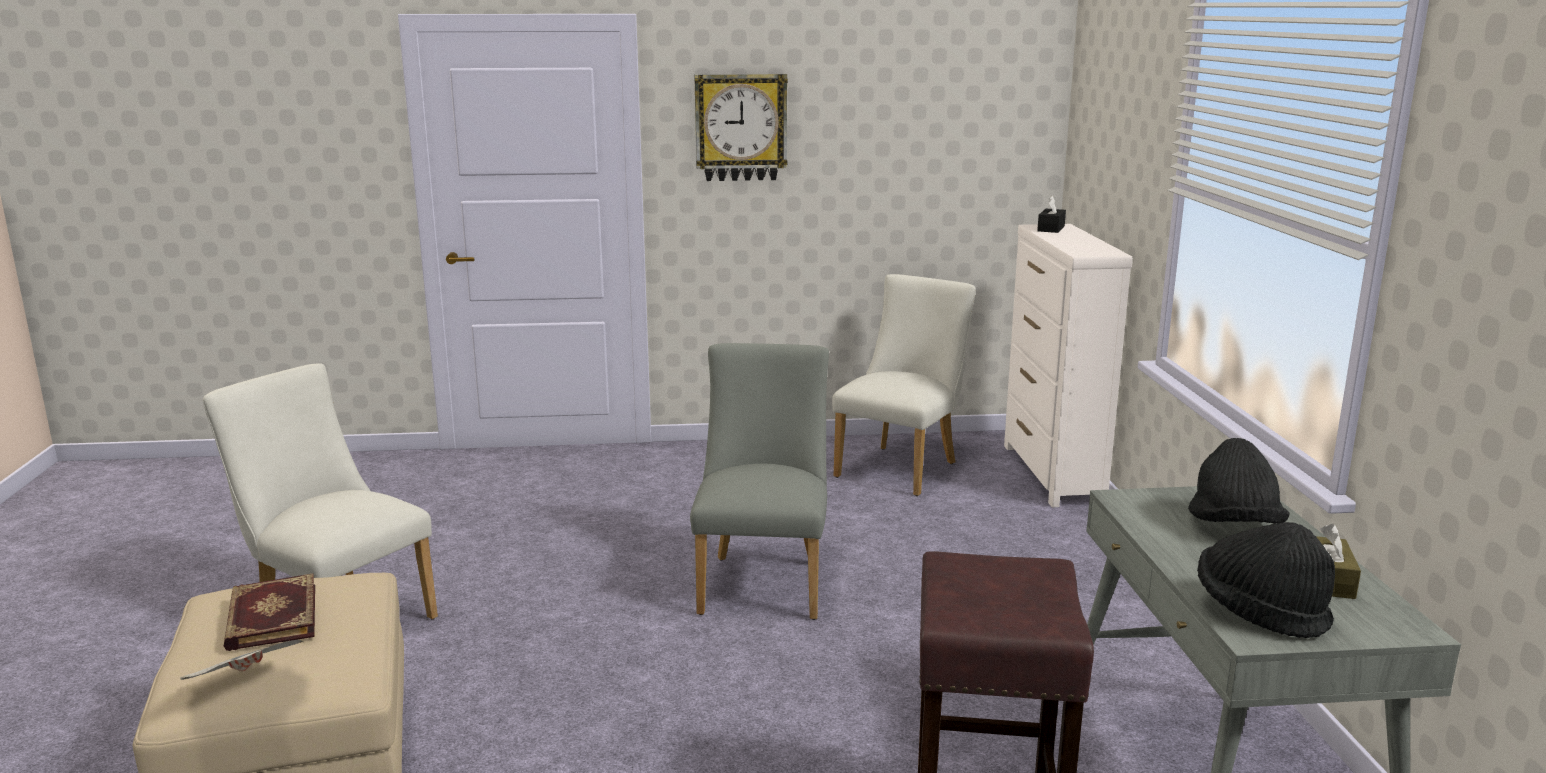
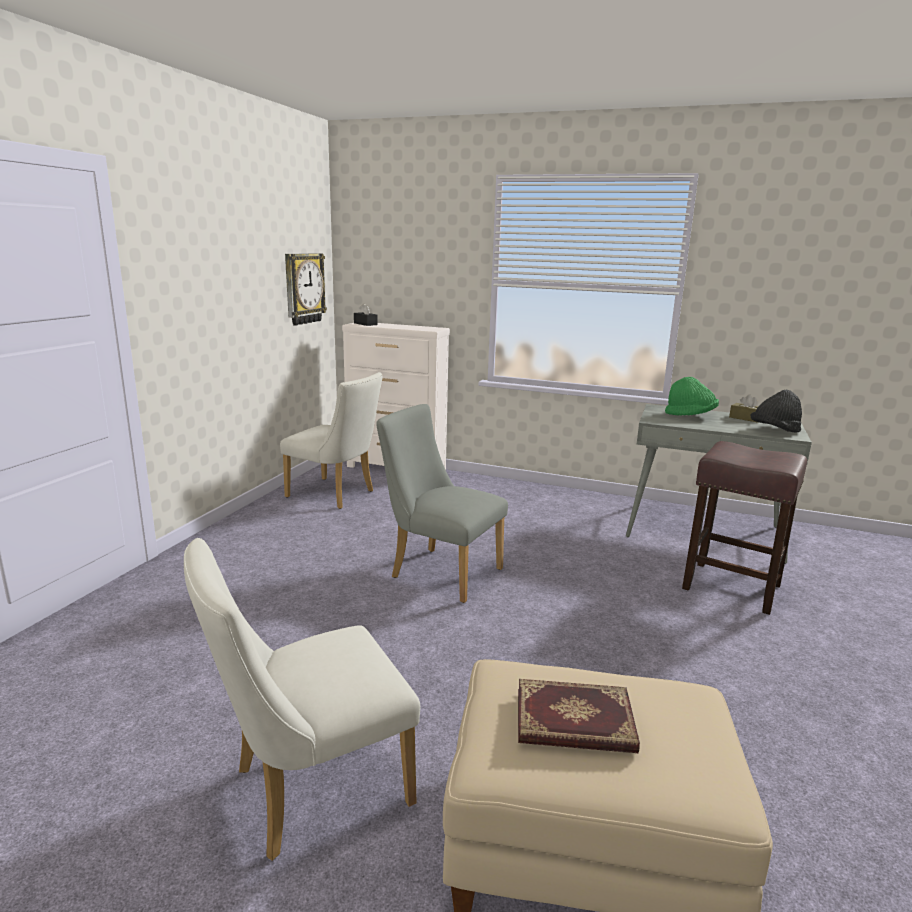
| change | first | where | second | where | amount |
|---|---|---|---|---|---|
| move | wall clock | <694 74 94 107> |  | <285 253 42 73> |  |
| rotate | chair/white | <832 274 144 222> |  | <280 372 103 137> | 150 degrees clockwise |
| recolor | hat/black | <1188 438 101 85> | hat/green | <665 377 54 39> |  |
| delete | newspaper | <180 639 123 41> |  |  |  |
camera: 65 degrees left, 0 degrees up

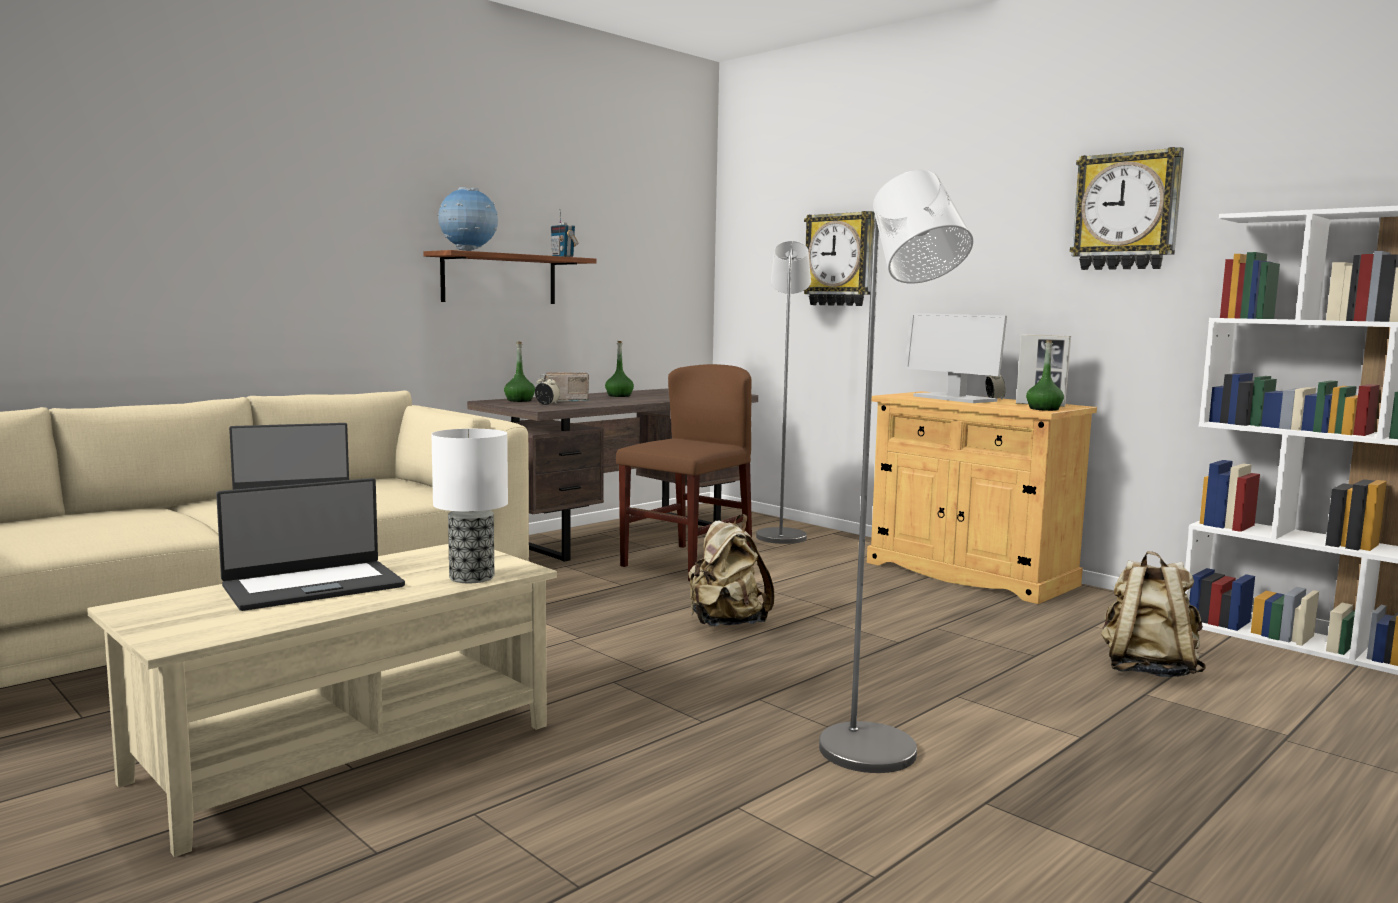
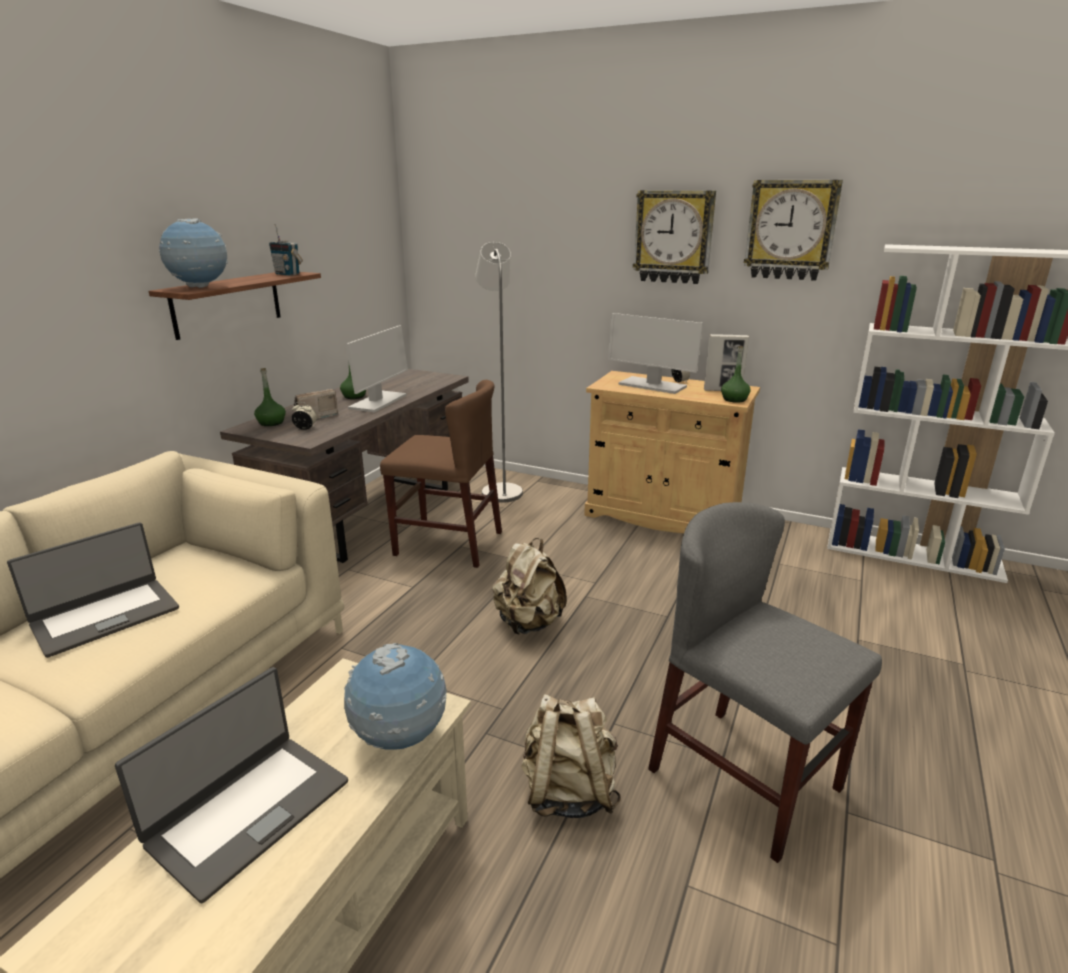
| change | first | where | second | where | amount |
|---|---|---|---|---|---|
| replace | floor lamp/grey | <819 170 154 603> | chair/grey | <648 502 234 361> |  |
| move | wall clock | <804 211 71 95> |  | <633 190 83 94> |  |
| rotate | chair/brown | <616 364 136 217> |  | <380 380 122 188> | 90 degrees clockwise |
| replace | table lamp | <431 429 77 154> | globe | <344 643 102 106> |  |
| move | backpack/beige | <1101 551 105 126> |  | <521 694 100 124> |  |
| insert |  |  | monitor | <346 325 62 87> |  |
camera: 20 degrees left, 15 degrees up

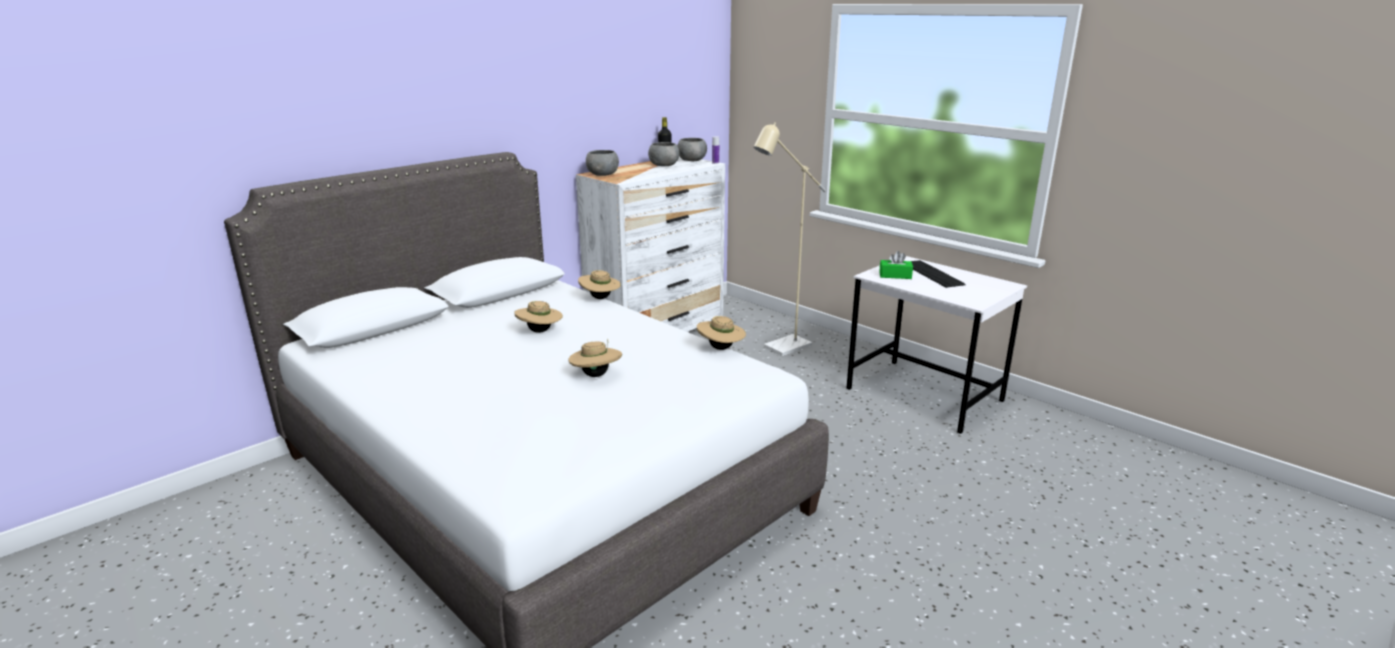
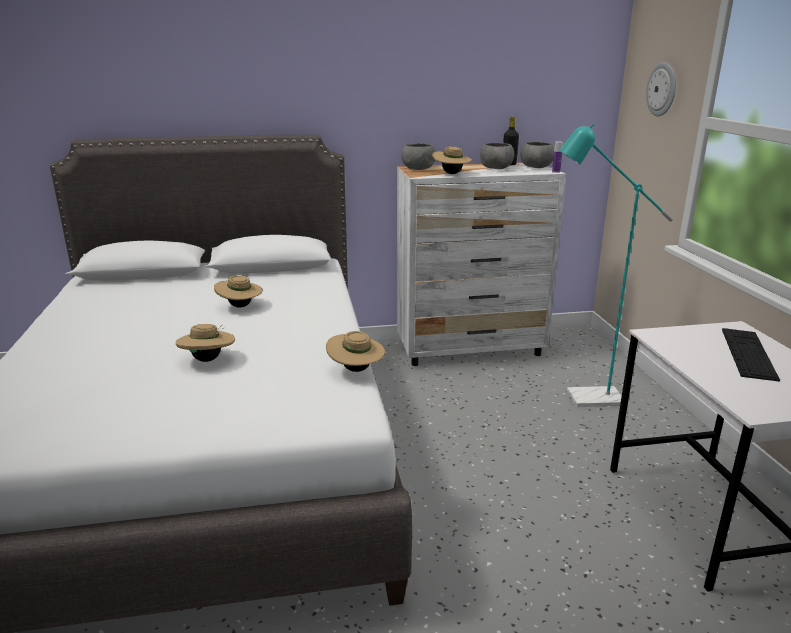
| change | first | where | second | where | amount |
|---|---|---|---|---|---|
| recolor | floor lamp/beige | <753 122 73 234> | floor lamp/turquoise | <560 124 113 283> |  |
| delete | tissue box/green | <879 251 34 28> |  |  |  |
| move | hat/beige | <578 270 43 29> |  | <432 146 40 28> |  |
| insert |  |  | wall clock | <646 62 30 54> |  |
camera: 35 degrees right, 0 degrees up

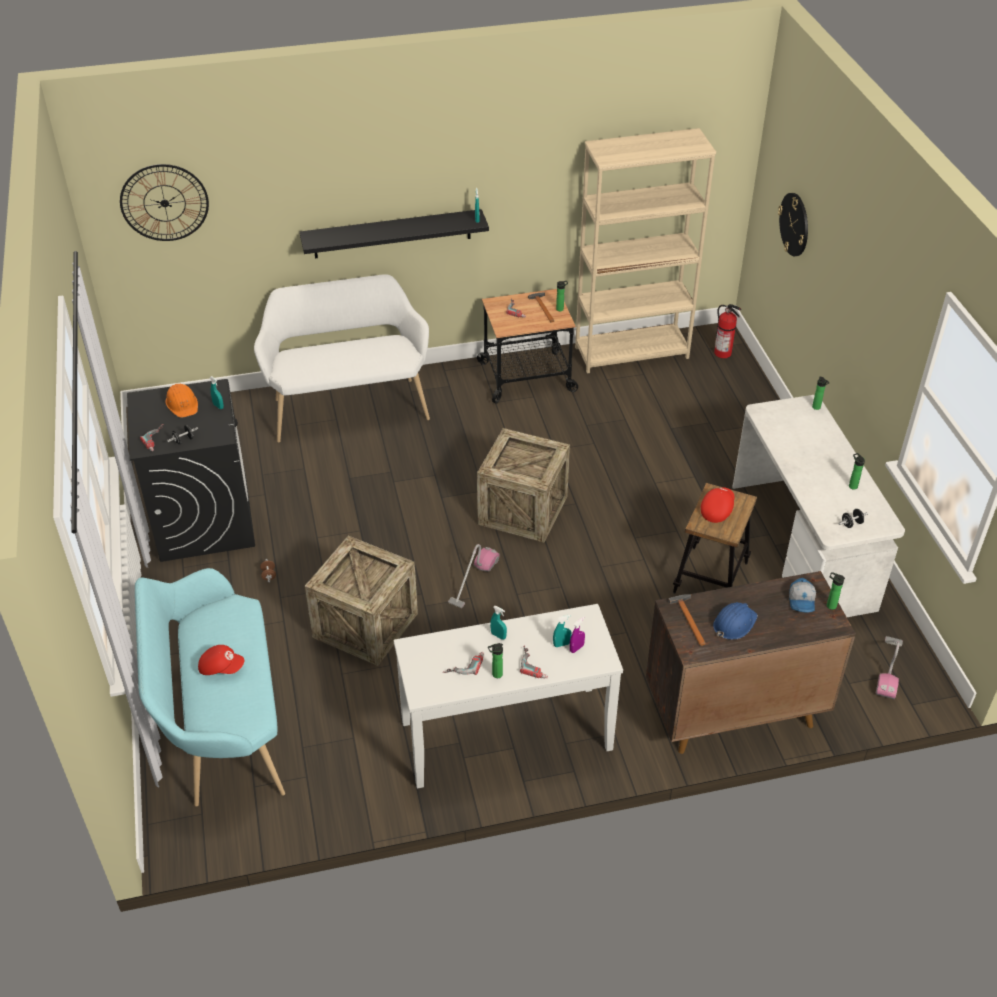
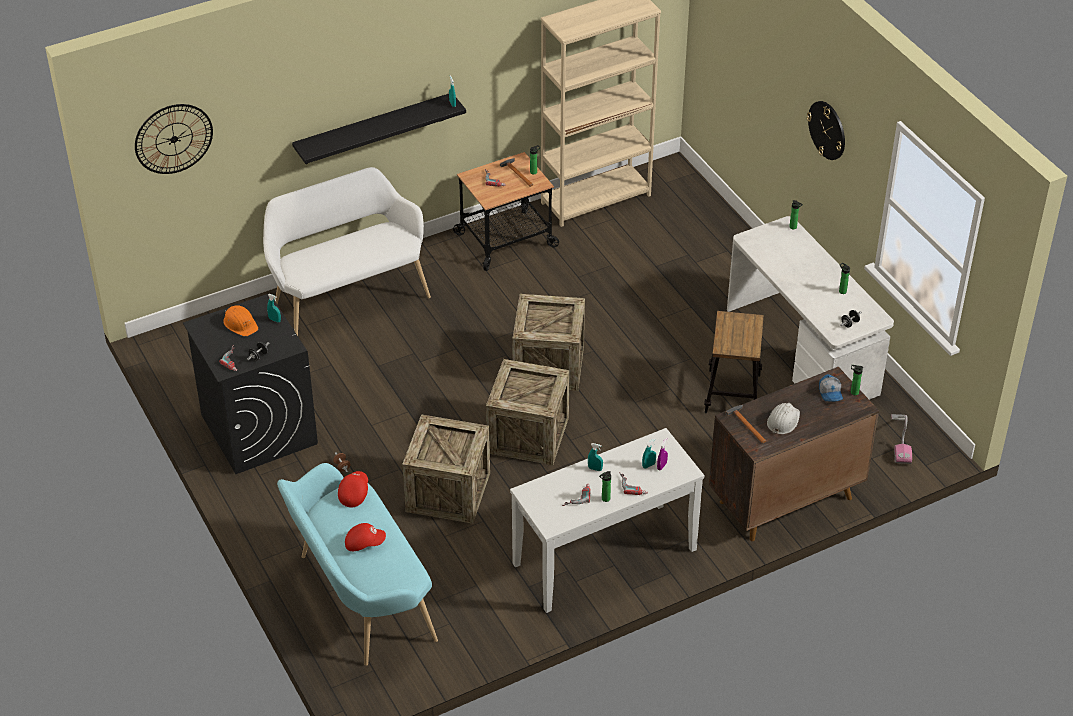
| change | first | where | second | where | amount |
|---|---|---|---|---|---|
| move | wall clock | <778 193 30 63> |  | <807 101 38 59> |  |
| delete | fire extinguisher | <714 304 27 54> |  |  |  |
| move | cap/red | <700 487 35 36> |  | <338 471 30 36> |  |
| replace | vacuum cleaner | <448 544 52 64> | crate | <486 359 84 106> |  |
| recolor | hard hat/blue | <713 602 45 38> | hard hat/white | <767 403 33 31> |  |
camera: 15 degrees left, 0 degrees up

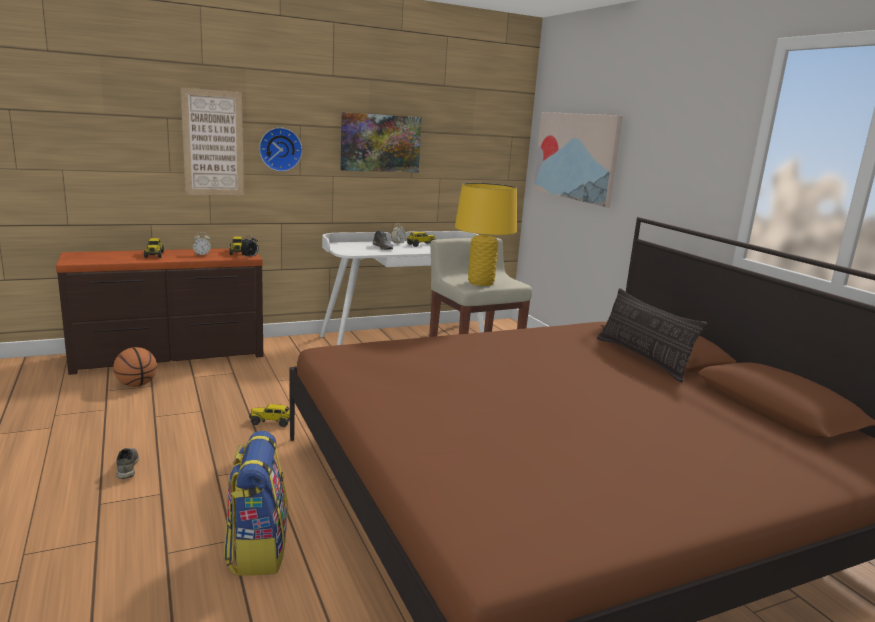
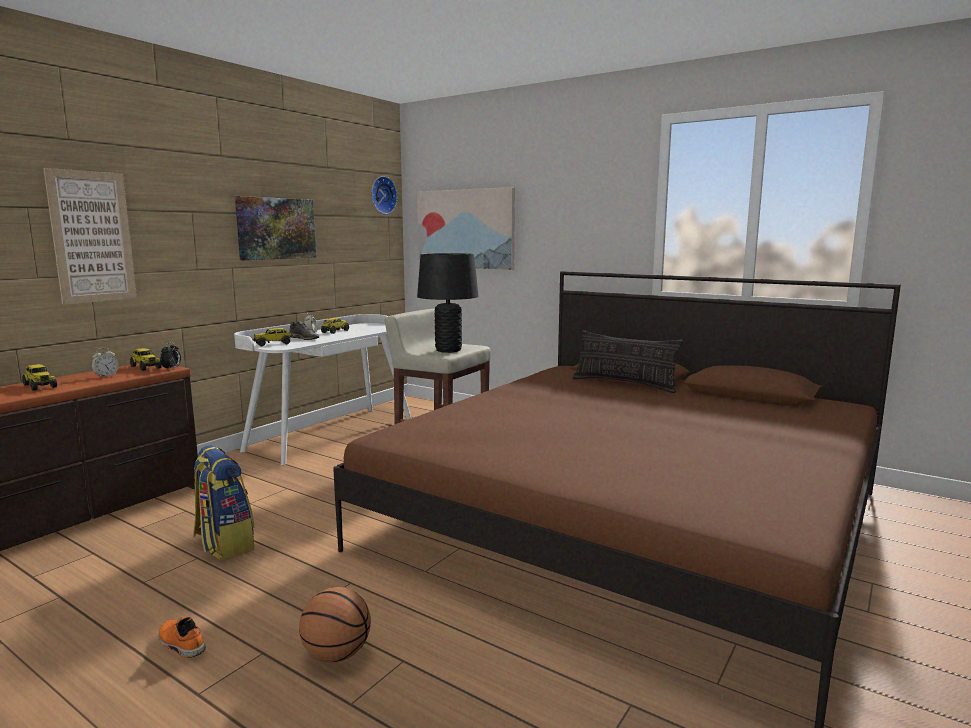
| change | first | where | second | where | amount |
|---|---|---|---|---|---|
| move | wall clock | <259 127 43 45> |  | <371 176 26 38> |  |
| recolor | table lamp/yellow | <455 183 62 103> | table lamp/black | <417 253 62 100> |  |
| move | basketball | <113 347 44 40> |  | <299 587 72 76> |  |
| move | toy truck | <249 404 41 23> |  | <253 328 40 18> |  |
| move | backpack | <224 431 64 145> |  | <193 445 61 115> |  |
| recolor | shoe/grey | <117 448 22 31> | shoe/orange | <159 617 47 41> |  |
camera: 30 degrees left, 5 degrees down

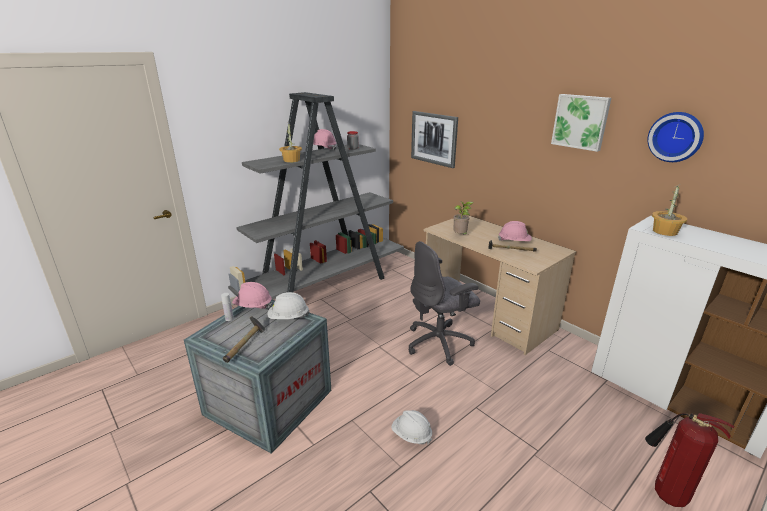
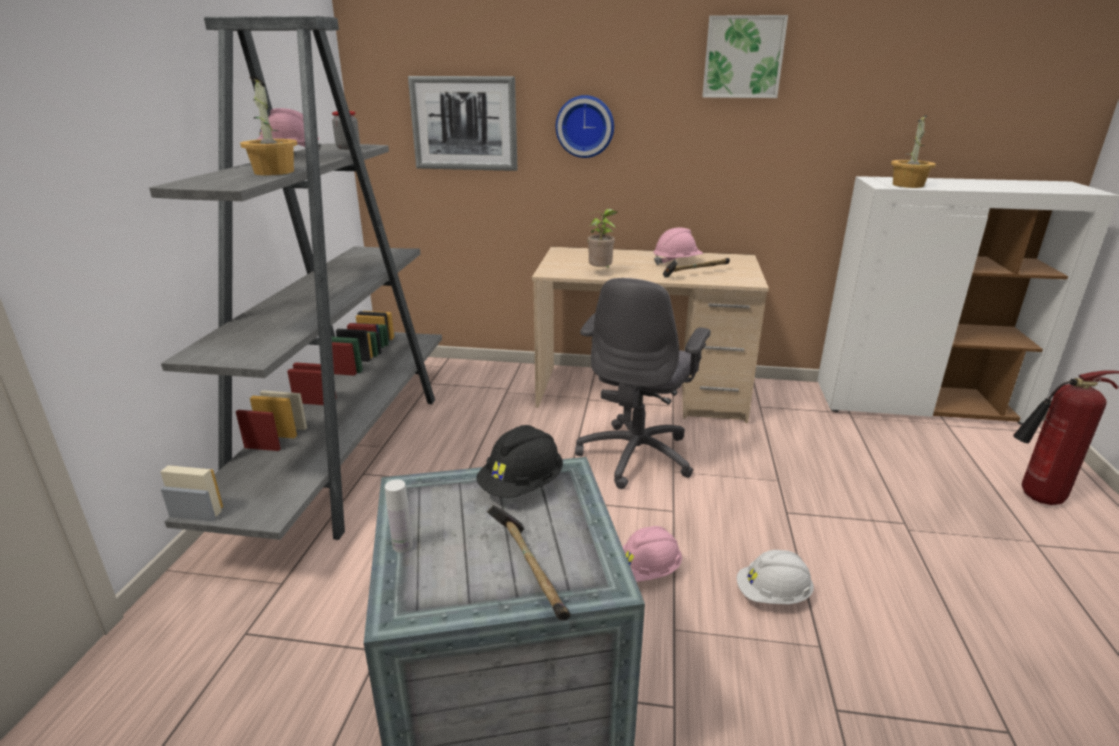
| change | first | where | second | where | amount |
|---|---|---|---|---|---|
| move | wall clock | <648 112 56 50> |  | <556 95 58 63> |  |
| move | hard hat/pink | <232 282 40 27> |  | <623 526 59 56> |  |
| recolor | hard hat/white | <267 292 42 27> | hard hat/black | <477 425 86 73> |  |
camera: 40 degrees left, 0 degrees up

